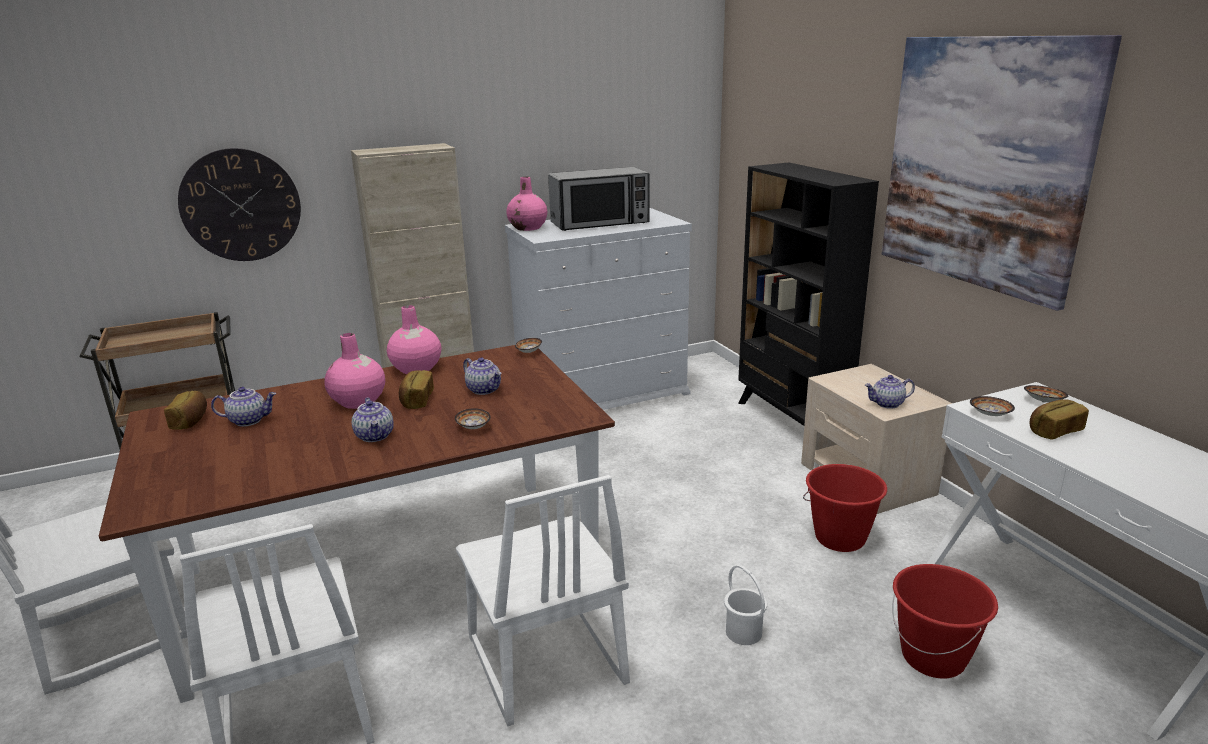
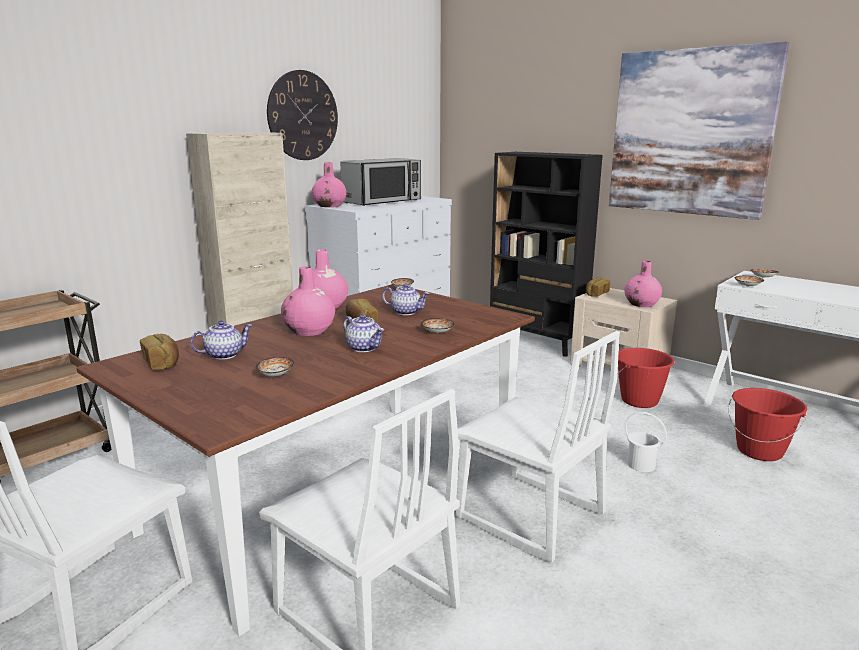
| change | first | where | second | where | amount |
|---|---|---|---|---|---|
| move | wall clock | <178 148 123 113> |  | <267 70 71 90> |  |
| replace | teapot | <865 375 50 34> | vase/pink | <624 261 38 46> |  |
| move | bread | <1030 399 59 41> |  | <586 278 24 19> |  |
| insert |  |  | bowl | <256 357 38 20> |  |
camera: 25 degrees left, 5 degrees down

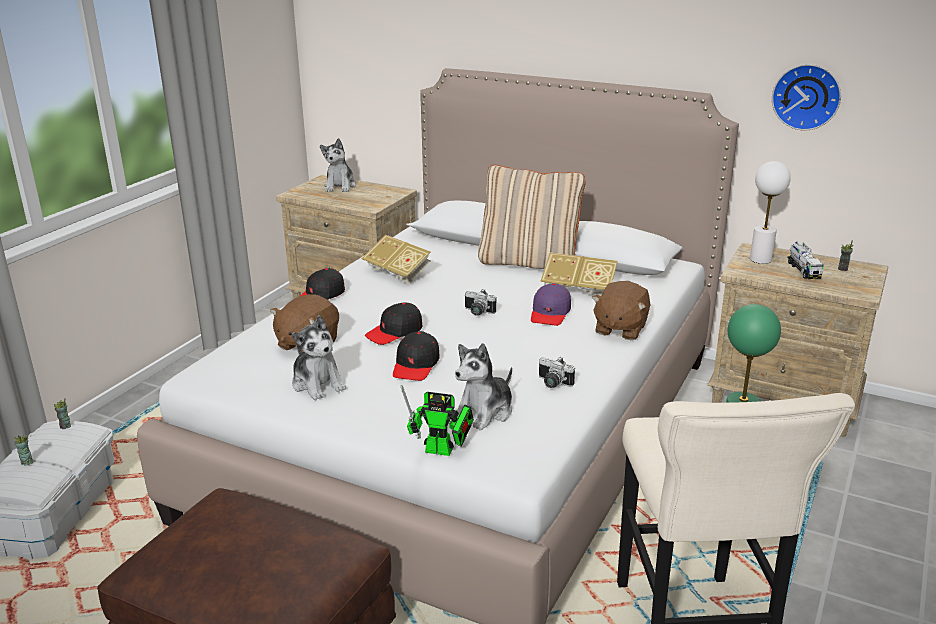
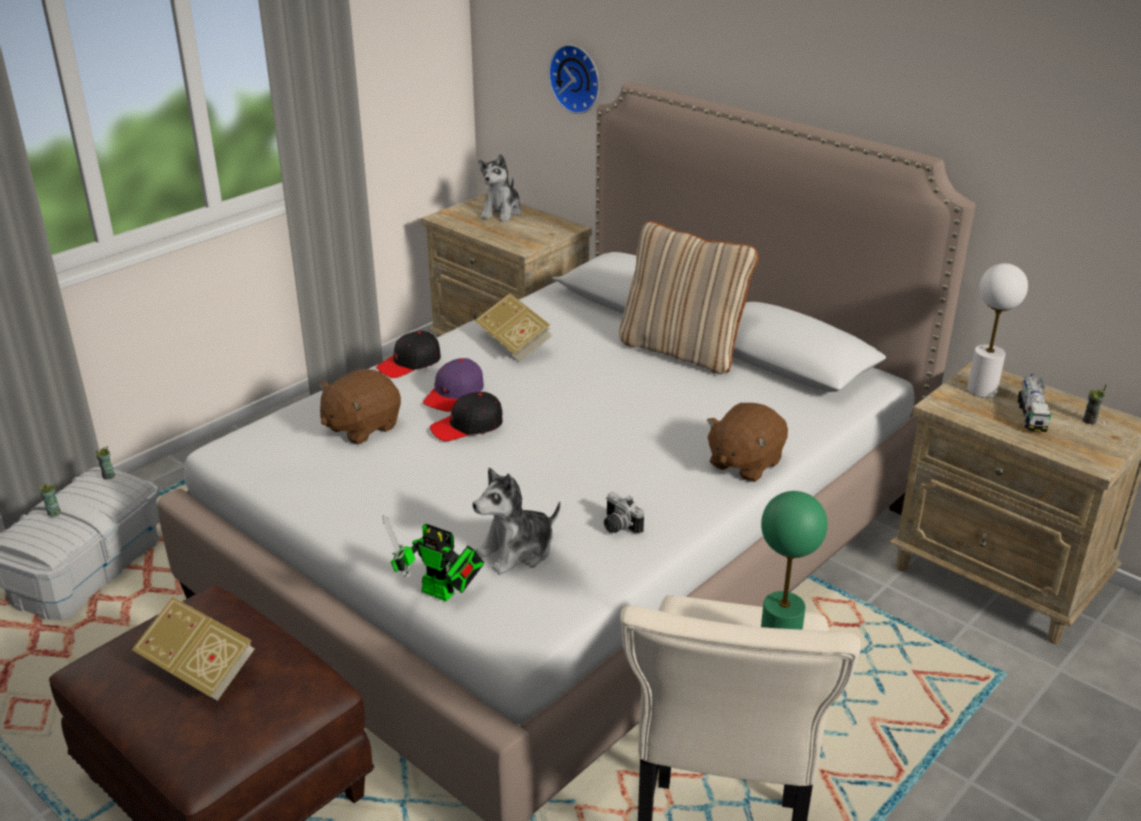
| change | first | where | second | where | amount |
|---|---|---|---|---|---|
| move | wall clock | <772 64 69 66> |  | <548 44 51 70> |  |
| move | book | <540 253 78 43> |  | <132 597 122 104> |  |
| move | cap/purple | <531 283 40 43> |  | <423 358 61 54> |  |
| delete | photo camera | <465 289 32 27> |  |  |  |
| delete | plush toy | <292 315 54 85> |  |  |  |
| delete | cap/black | <393 331 47 50> |  |  |  |
camera: 15 degrees right, 5 degrees up

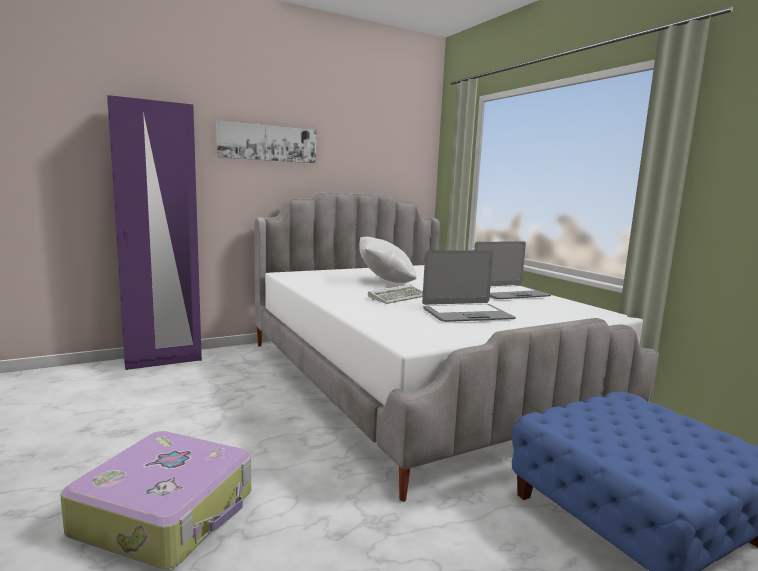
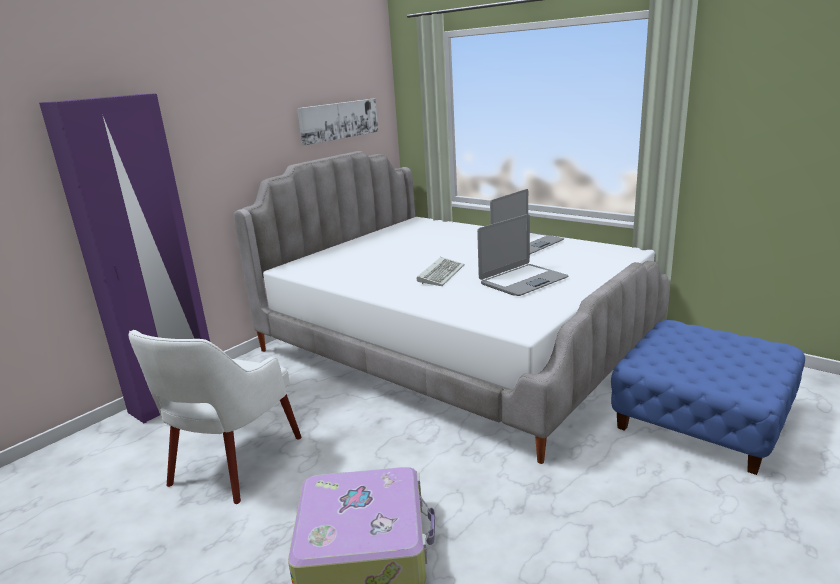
| change | first | where | second | where | amount |
|---|---|---|---|---|---|
| move | picture | <216 121 101 42> |  | <297 99 81 46> |  |
| delete | pillow/white | <359 237 58 46> |  |  |  |
| insert |  |  | armchair/white | <129 330 172 174> |  |
camera: 20 degrees left, 10 degrees up

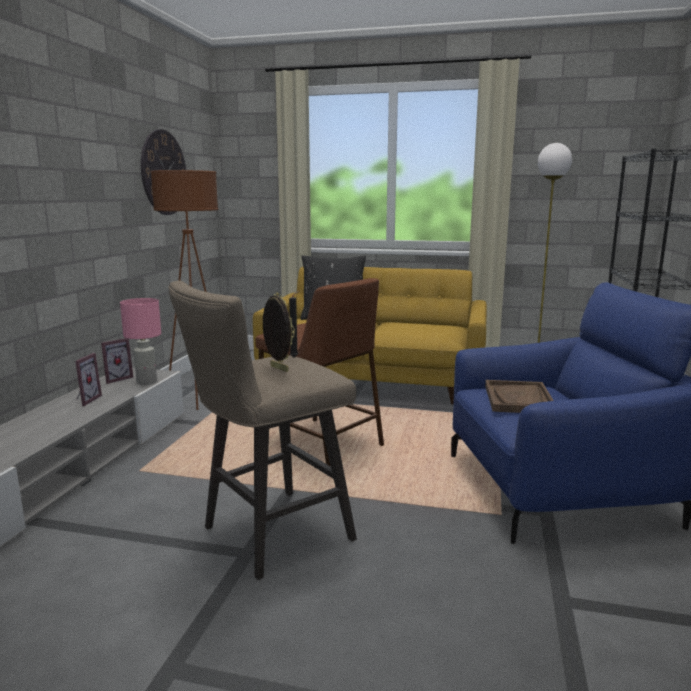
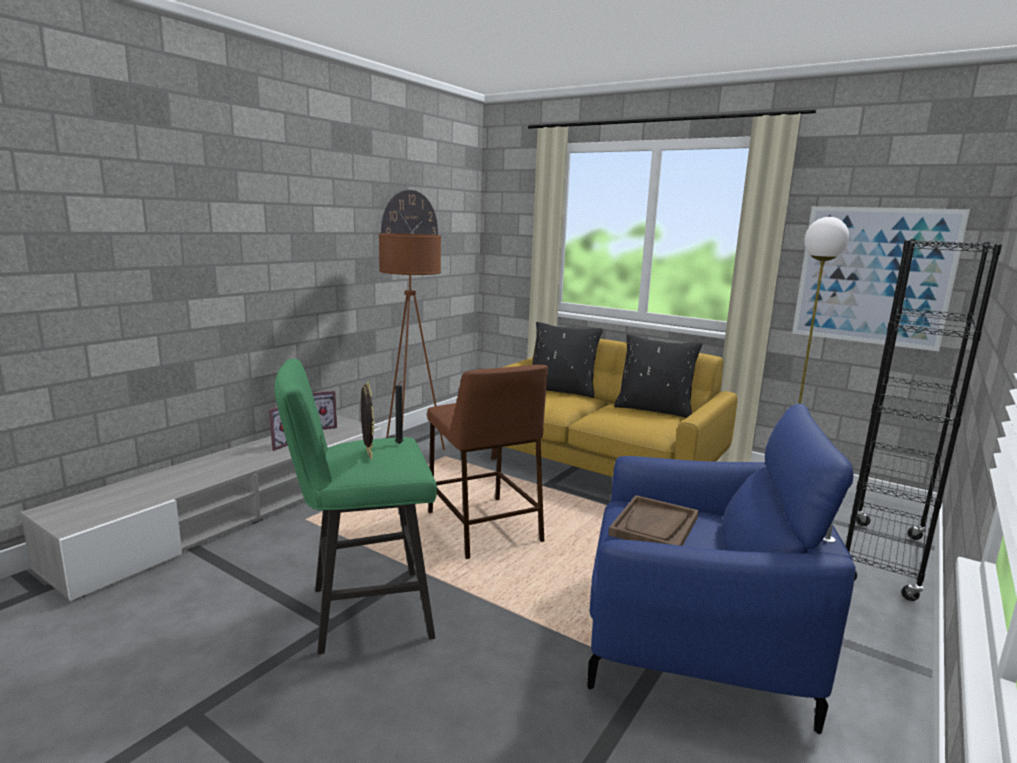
| change | first | where | second | where | amount |
|---|---|---|---|---|---|
| recolor | stool/beige | <168 281 189 299> | stool/green | <275 359 162 295> |  |
| delete | table lamp/pink | <120 298 41 87> |  |  |  |
| insert |  |  | picture | <792 206 178 145> |  |
| insert |  |  | pillow/black | <614 334 89 84> |  |
camera: 20 degrees right, 0 degrees up

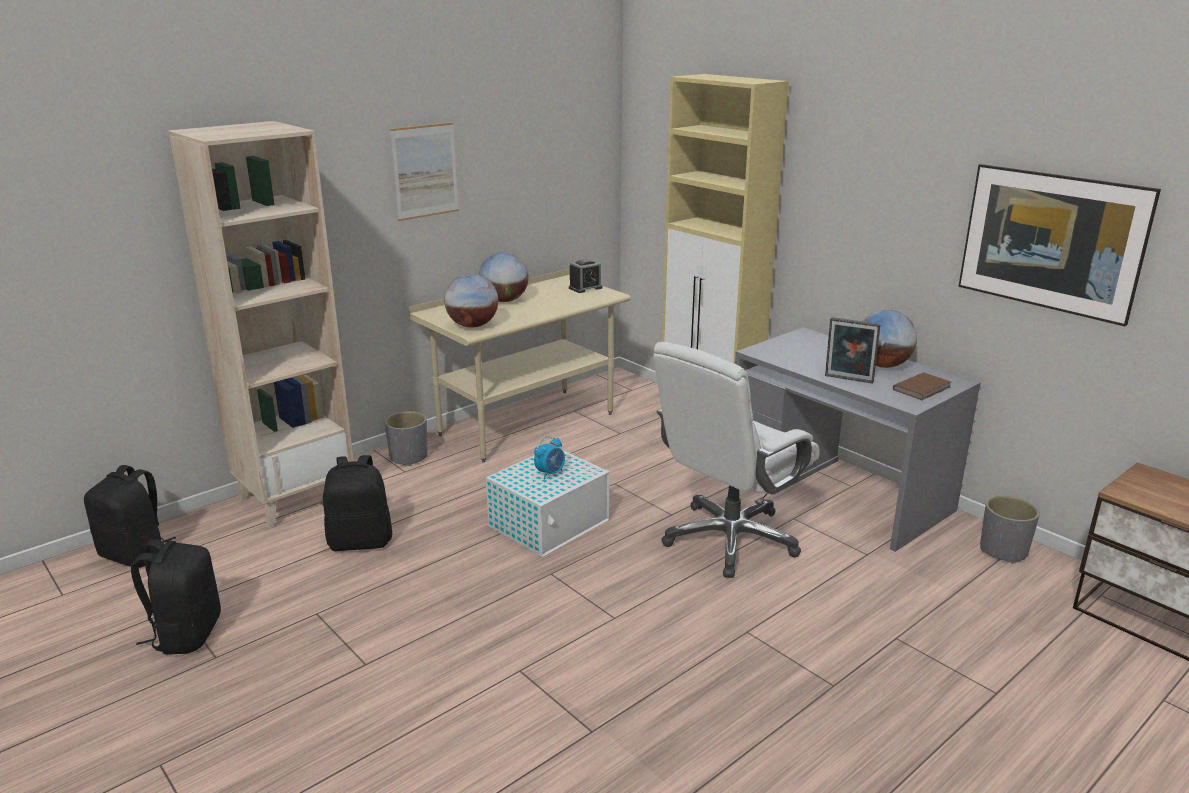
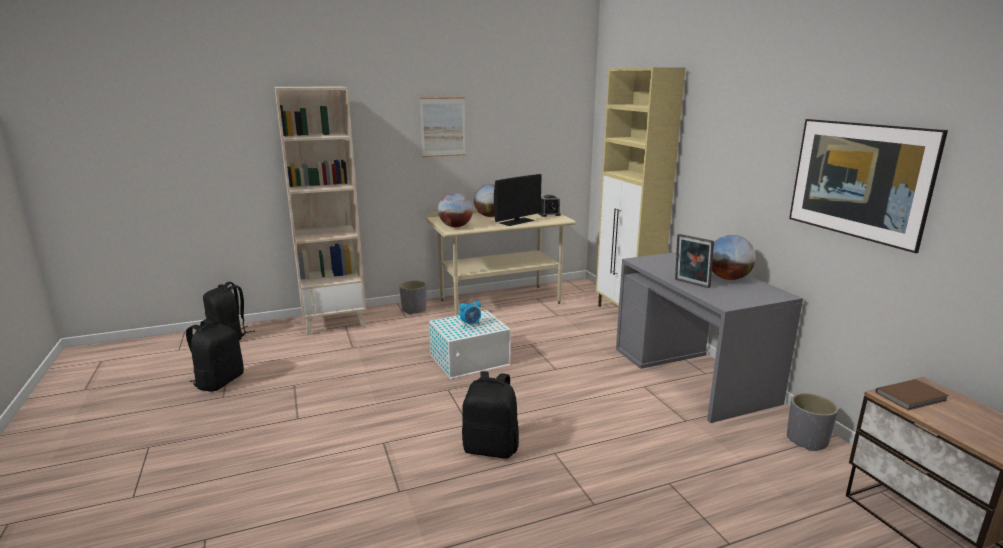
| change | first | where | second | where | amount |
|---|---|---|---|---|---|
| delete | office chair/white | <653 342 167 236> |  |  |  |
| move | book/brown | <893 372 58 28> |  | <876 379 73 31> |  |
| move | backpack/black | <323 455 69 96> |  | <462 371 57 88> |  |
| insert |  |  | monitor | <494 174 48 52> |  |
camera: 20 degrees right, 5 degrees down

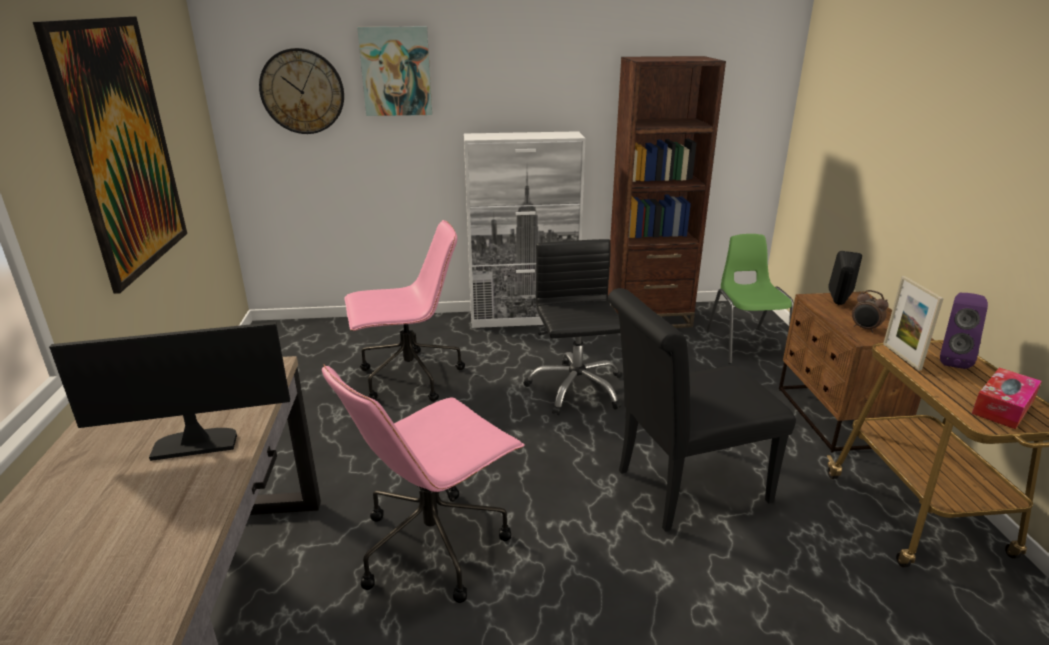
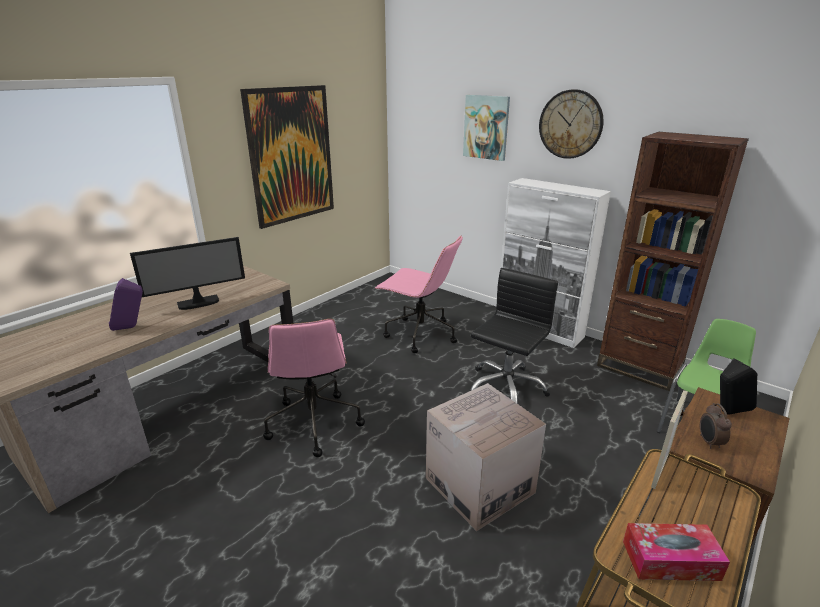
| change | first | where | second | where | amount |
|---|---|---|---|---|---|
| move | wall clock | <259 48 85 86> |  | <539 89 65 70> |  |
| replace | chair/black | <608 288 188 244> | cardboard box | <426 383 120 148> |  |
| move | speaker/purple | <940 293 48 76> |  | <109 278 34 53> |  |
| rotate | monitor | <49 322 241 139> |  | <130 237 115 73> | 120 degrees clockwise |
| rotate | office chair/pink | <322 364 203 239> |  | <263 319 102 138> | 105 degrees counterclockwise |
camera: 45 degrees right, 0 degrees up

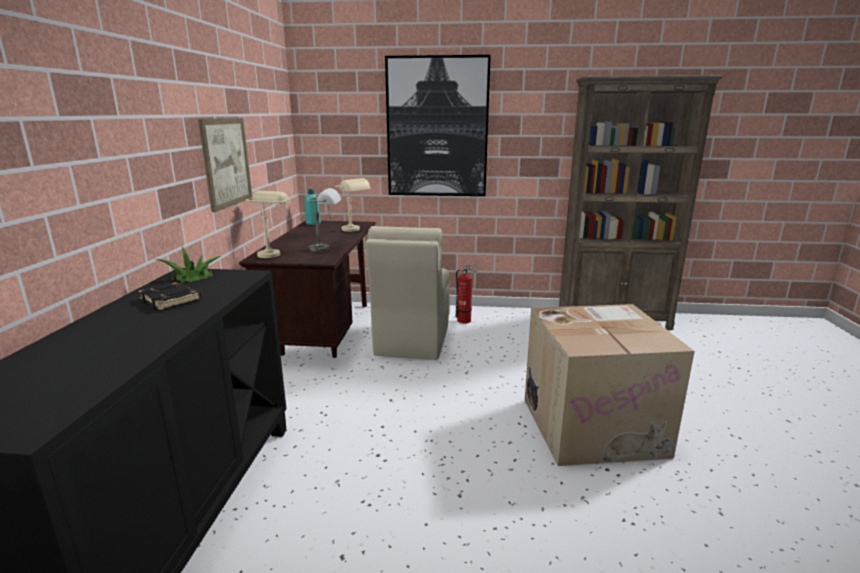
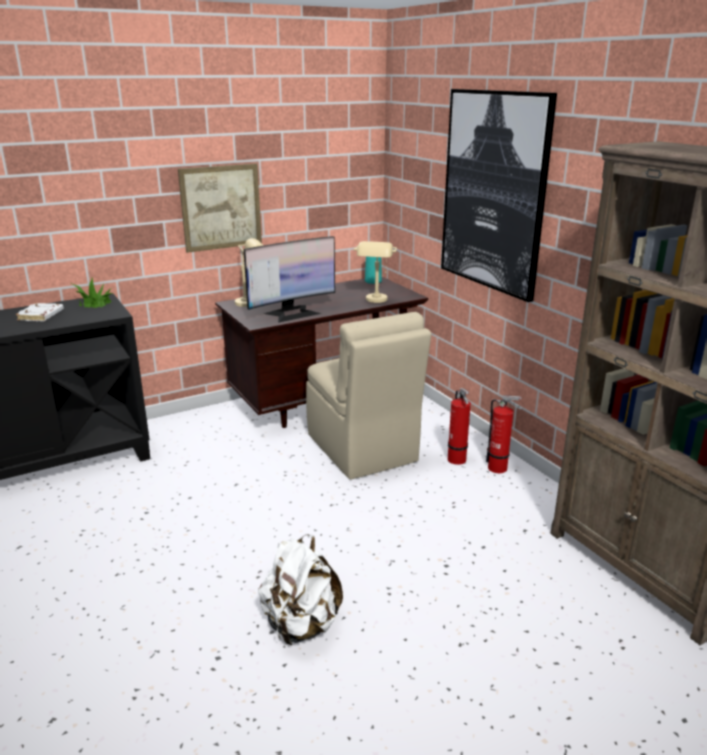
| change | first | where | second | where | amount |
|---|---|---|---|---|---|
| replace | table lamp/grey | <308 188 33 64> | monitor | <244 236 91 87> |  |
| rotate | chair/beige | <366 226 84 134> |  | <306 312 125 168> | 90 degrees counterclockwise |
| recolor | book/black | <138 282 63 28> | book/white | <16 303 48 18> |  |
| replace | cardboard box | <525 304 170 162> | backpack/white | <258 534 85 111> |  |
| insert |  |  | fire extinguisher | <486 395 36 78> |  |
camera: 55 degrees right, 5 degrees up

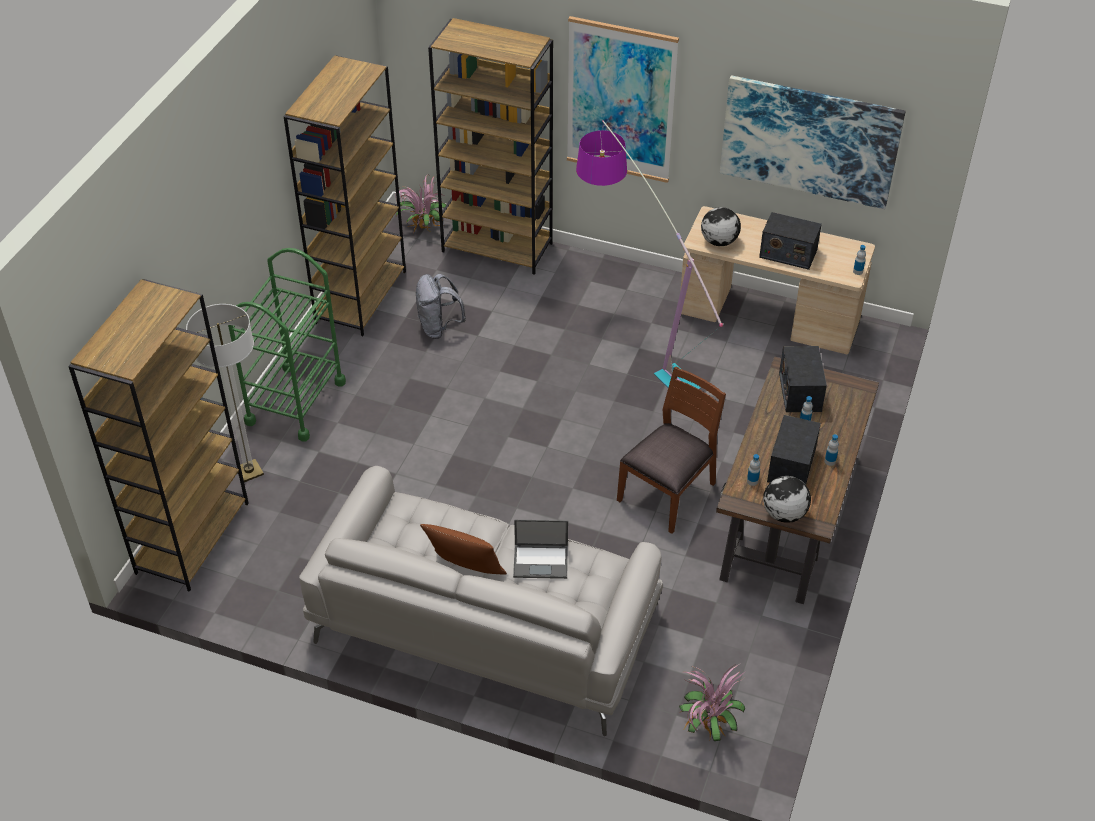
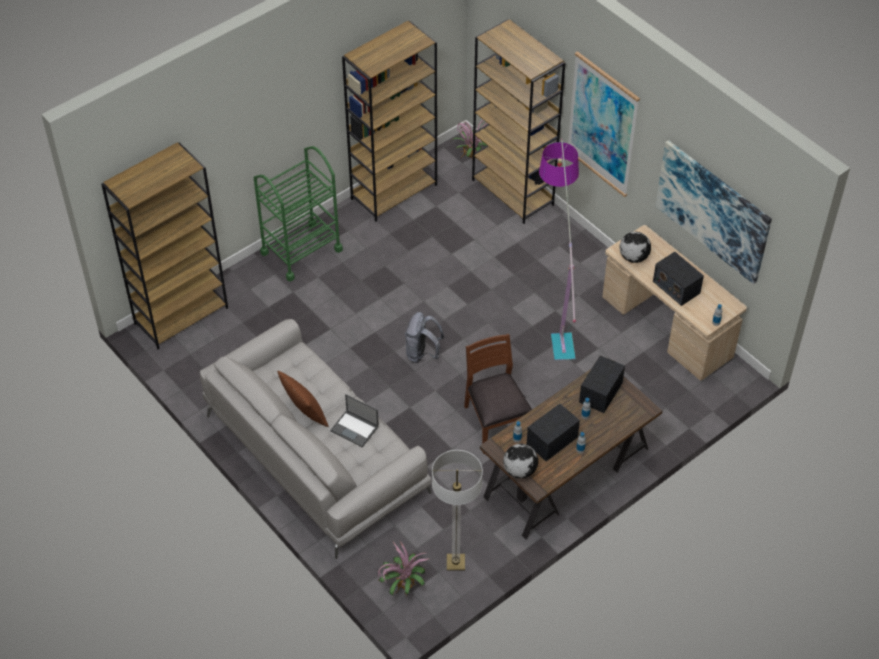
| change | first | where | second | where | amount |
|---|---|---|---|---|---|
| move | backpack/grey | <416 274 50 65> |  | <405 312 40 51> |  |
| move | floor lamp | <186 304 78 178> |  | <432 450 51 121> |  |
| rotate | chair/brown | <617 367 109 167> |  | <464 334 68 120> | 90 degrees counterclockwise |
camera: 30 degrees right, 5 degrees up

